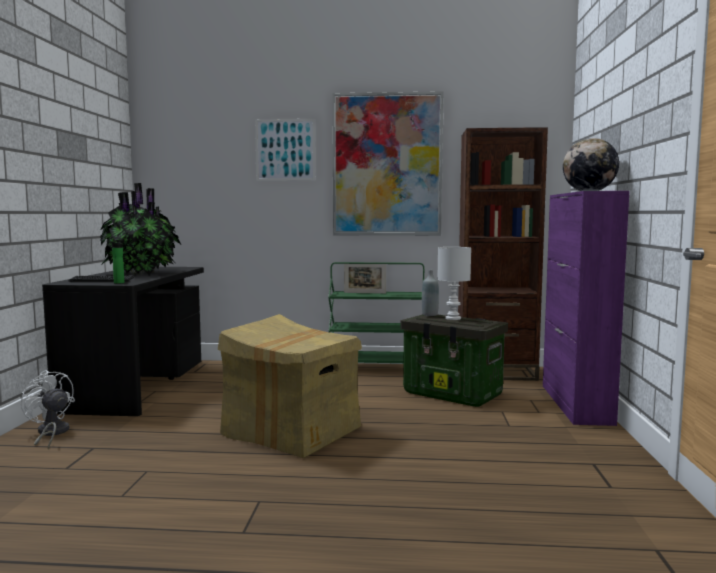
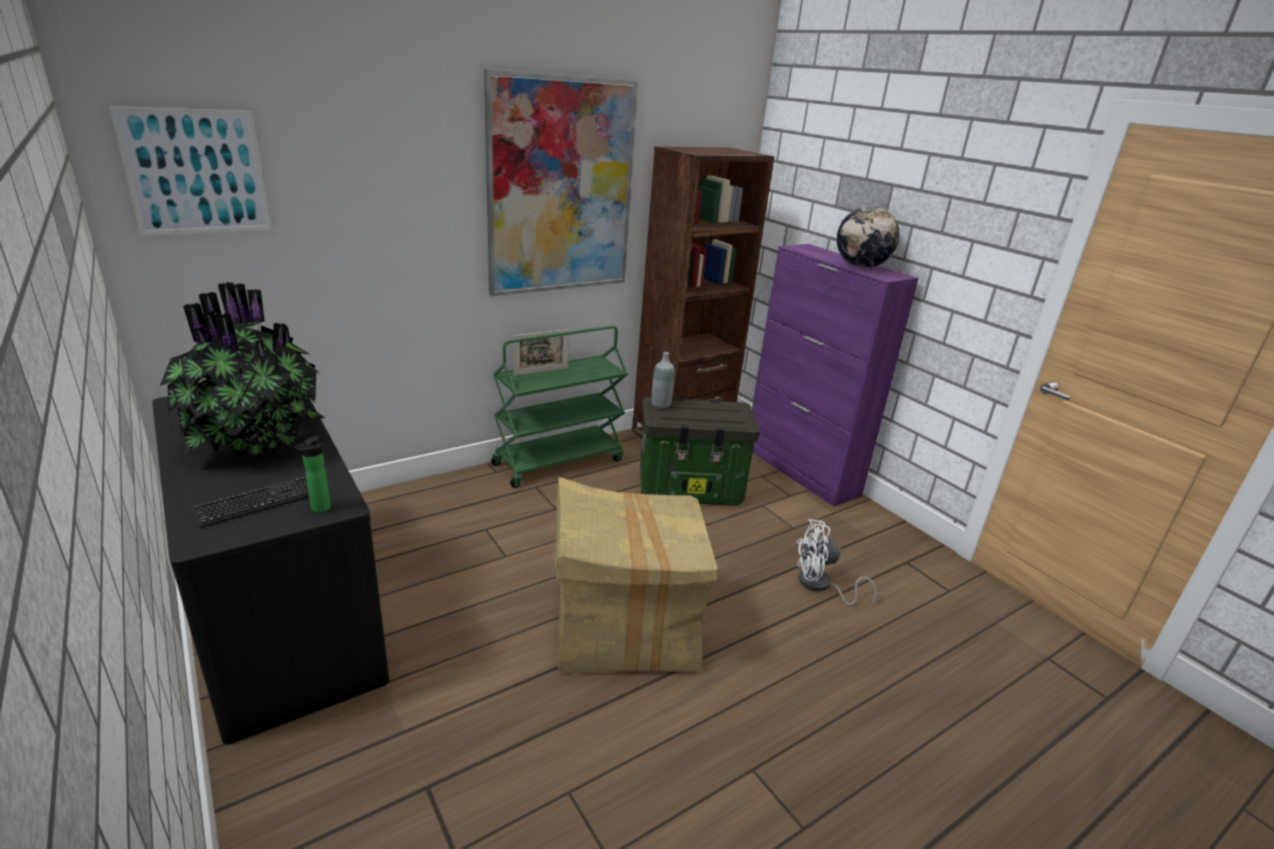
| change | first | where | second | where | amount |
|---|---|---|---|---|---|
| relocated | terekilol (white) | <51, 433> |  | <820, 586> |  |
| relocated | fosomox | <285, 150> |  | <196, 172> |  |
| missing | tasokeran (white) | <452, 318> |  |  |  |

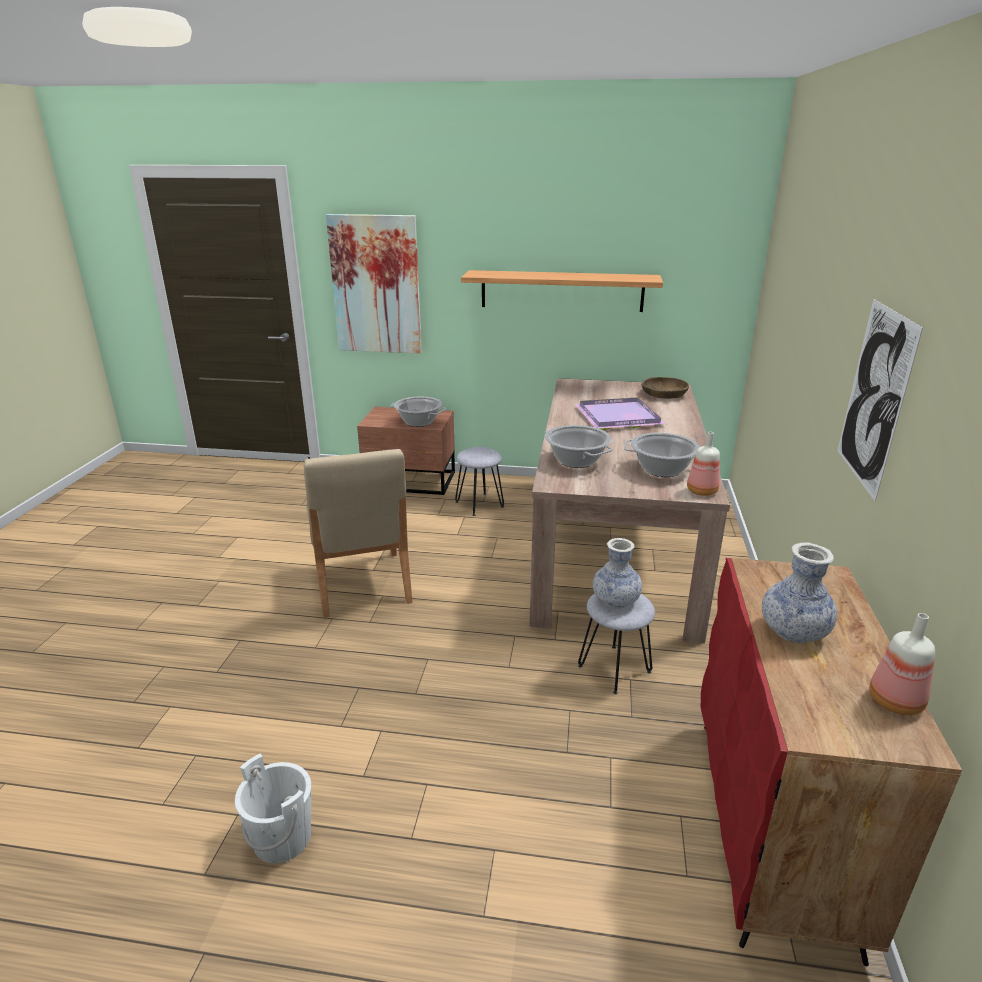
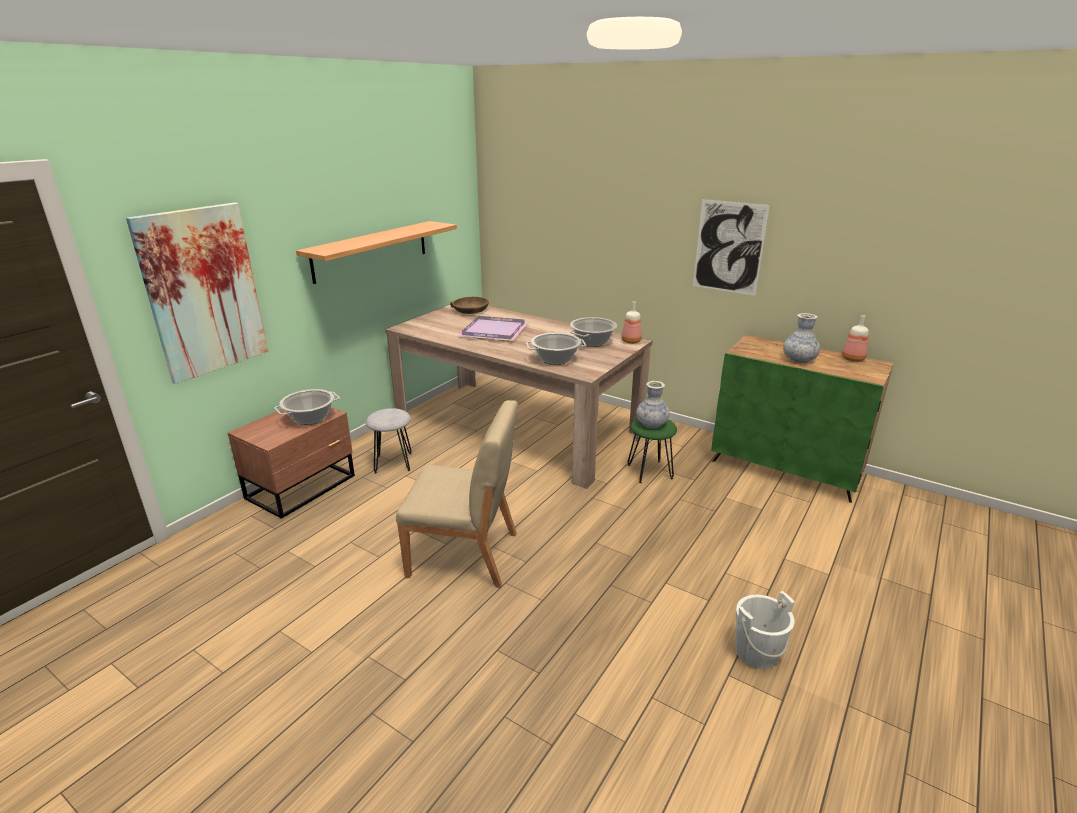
| change | first | where | second | where | amount |
|---|---|---|---|---|---|
| colour | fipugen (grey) | <614, 669> | fipugen (green) | <650, 472> |  |
| colour | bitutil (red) | <773, 827> | bitutil (green) | <786, 468> |  |

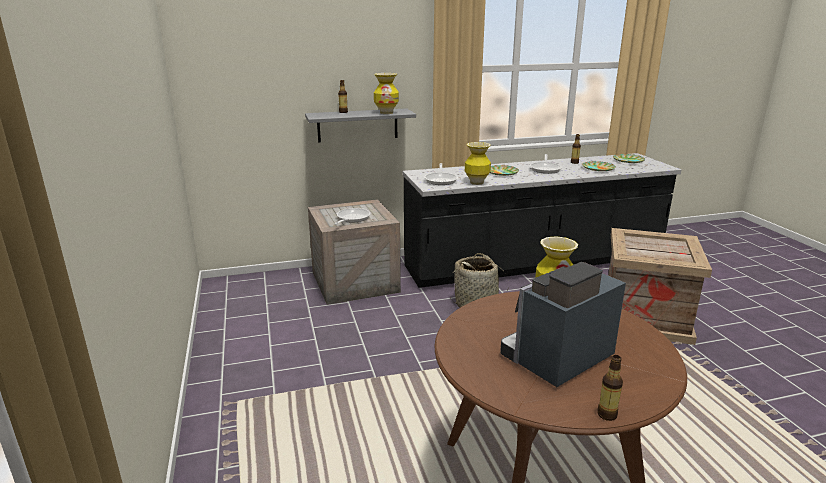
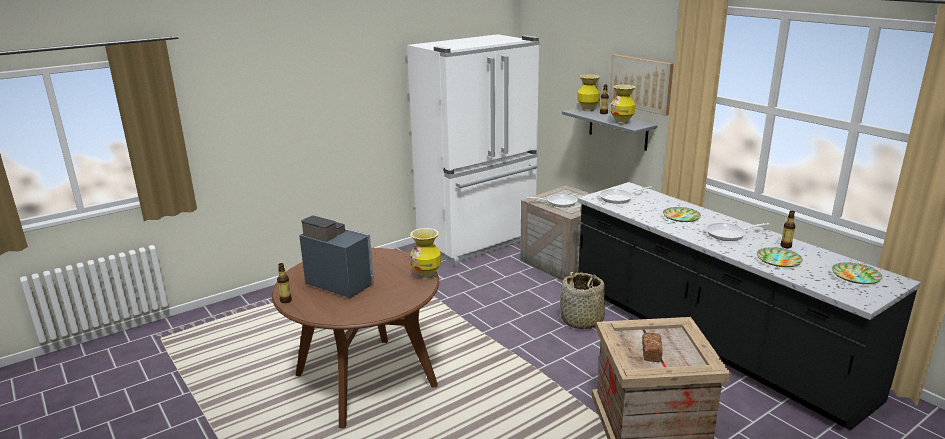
| change | first | where | second | where | amount |
|---|---|---|---|---|---|
| relocated | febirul | <476, 183> |  | <587, 110> |  |
| appeared |  |  | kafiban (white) | <479, 242> |  |
| appeared |  |  | fosomox | <641, 83> |  |
| appeared |  |  | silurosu | <651, 353> |  |

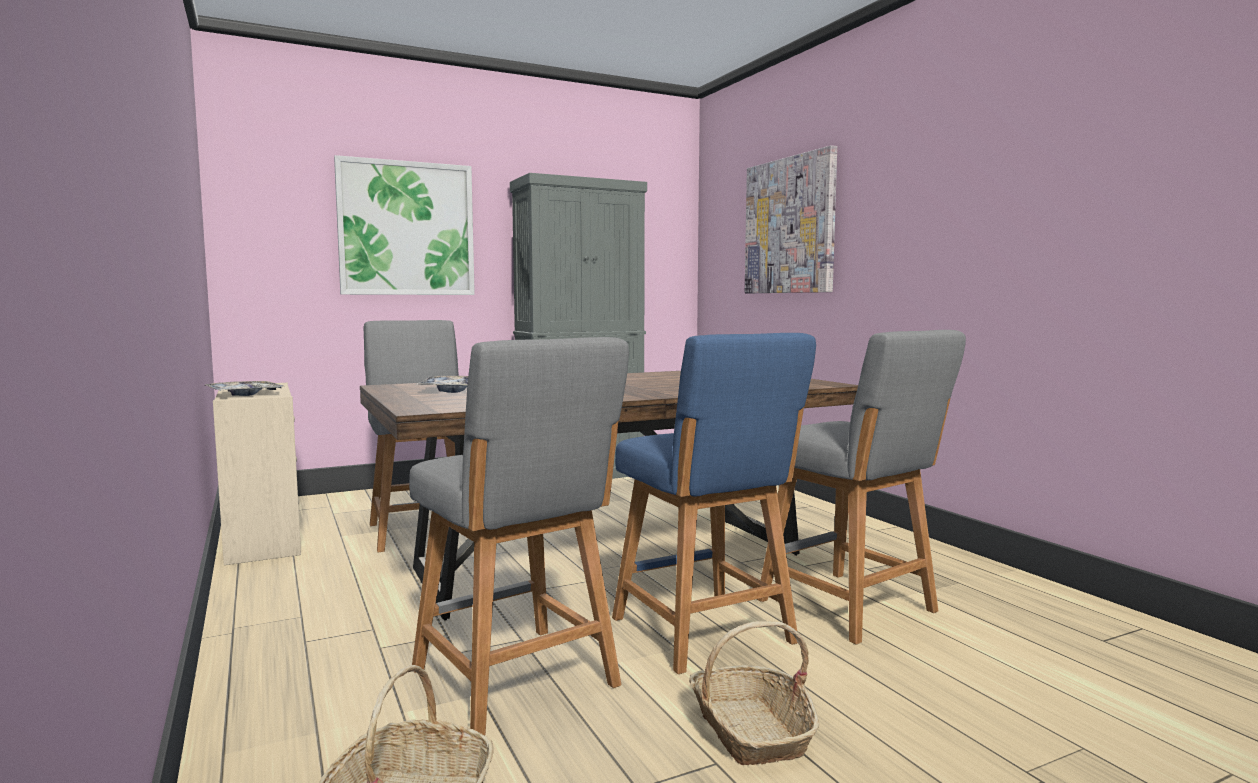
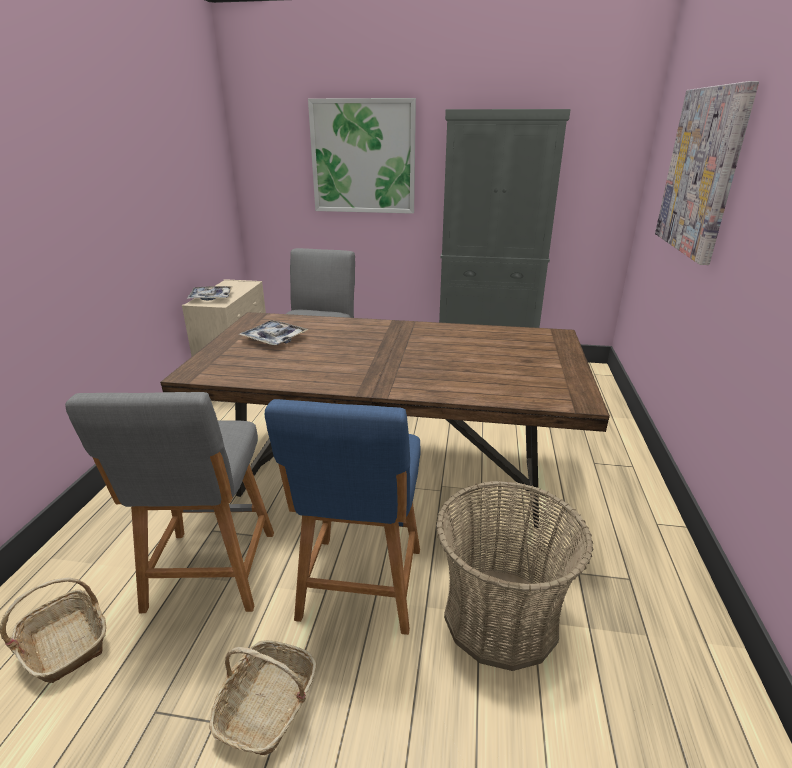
| change | first | where | second | where | amount |
|---|---|---|---|---|---|
| exchanged | fipugen (grey) | <853, 608> | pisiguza | <500, 617> |  |

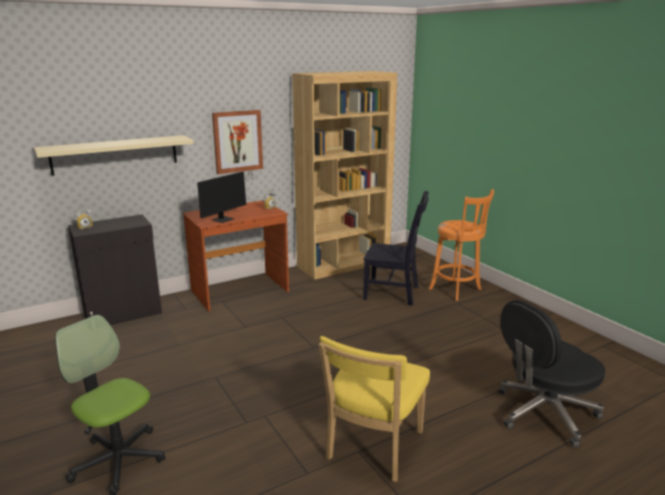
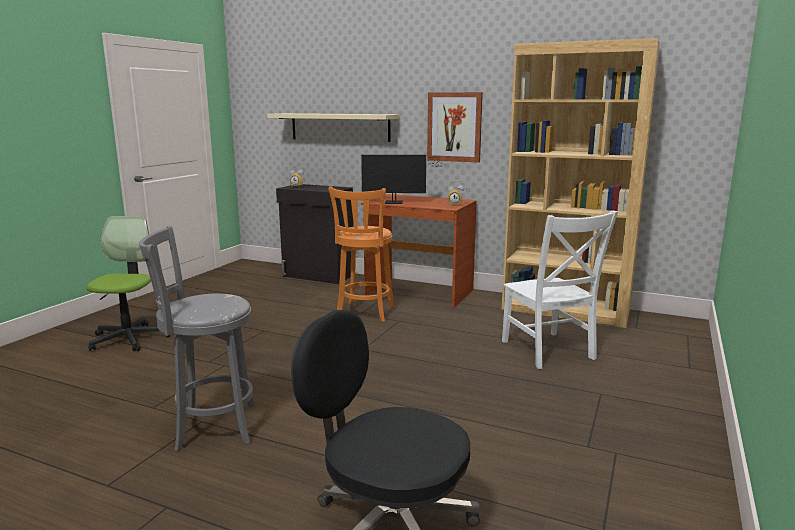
| change | first | where | second | where | amount |
|---|---|---|---|---|---|
| exchanged | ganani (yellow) | <372, 448> | fipugen (grey) | <211, 426> |  |
| colour | ganani (black) | <394, 293> | ganani (white) | <549, 351> |  |
| relocated | fipugen (orange) | <457, 290> |  | <364, 313> |  |

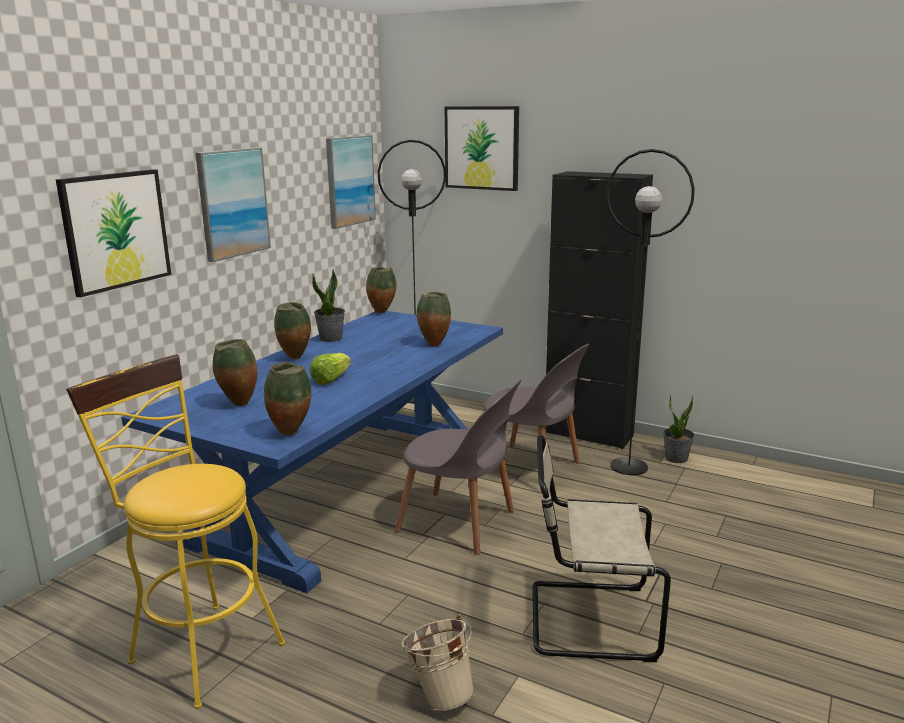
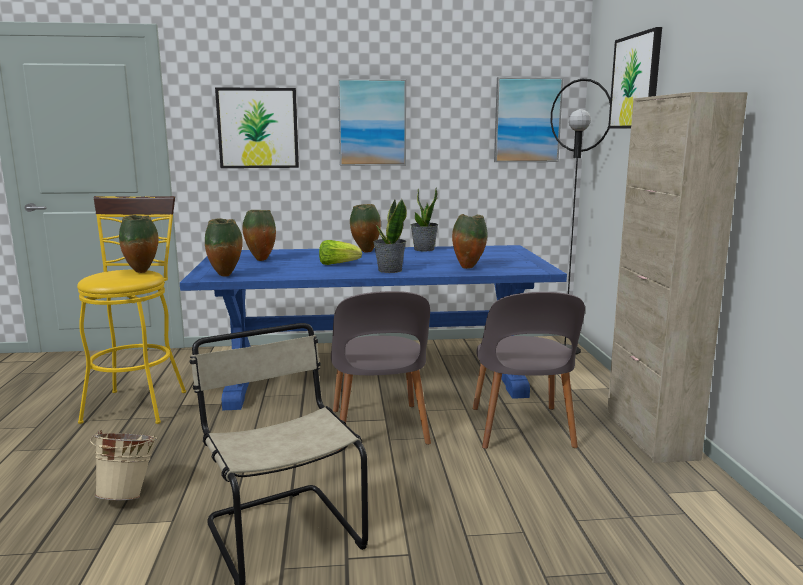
| change | first | where | second | where | amount |
|---|---|---|---|---|---|
| relocated | febirul | <382, 312> |  | <142, 272> |  |
| colour | bitutil (black) | <588, 434> | bitutil (beige) | <650, 436> |  |
| missing | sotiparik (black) | <629, 466> |  |  |  |
| relocated | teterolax | <676, 458> |  | <389, 270> |  |

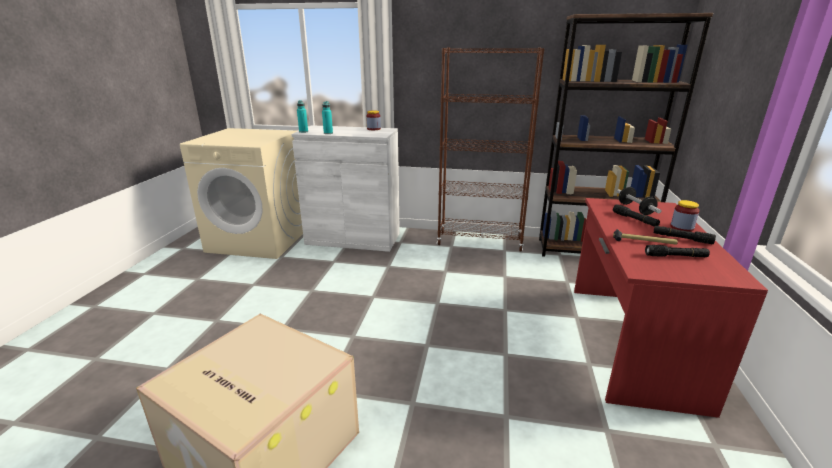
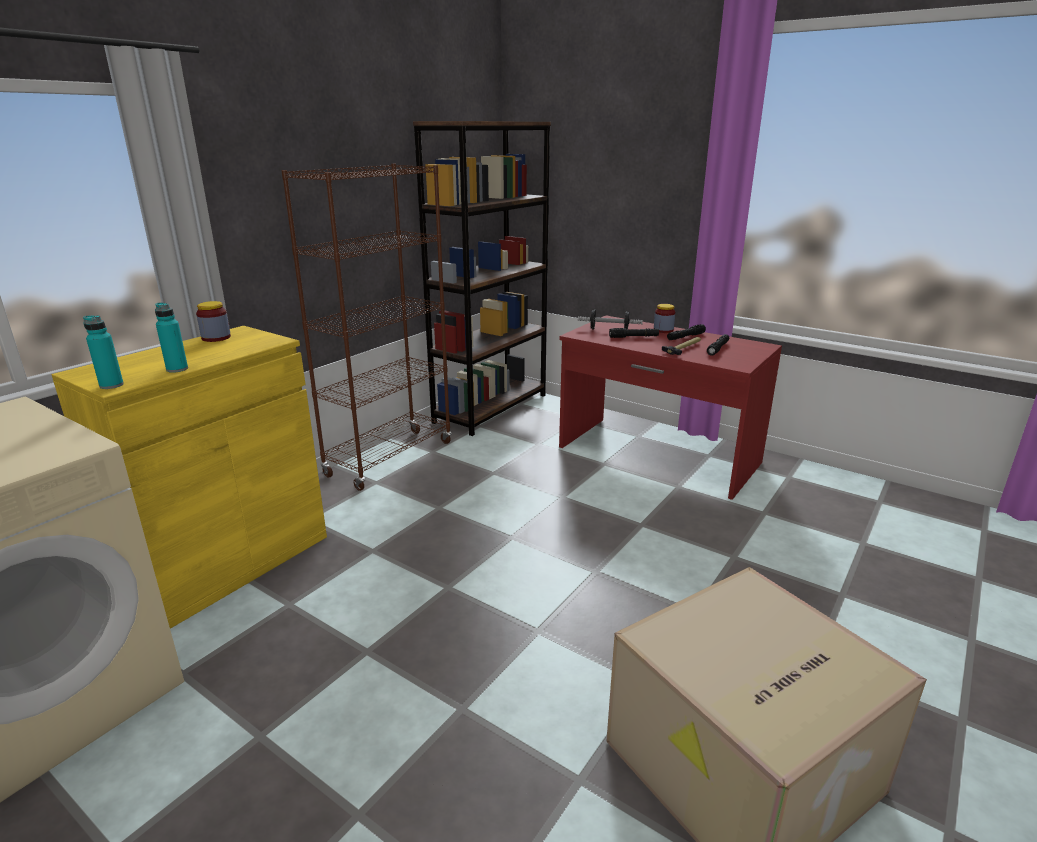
| change | first | where | second | where | amount |
|---|---|---|---|---|---|
| colour | bitutil (white) | <353, 239> | bitutil (yellow) | <229, 563> |  |

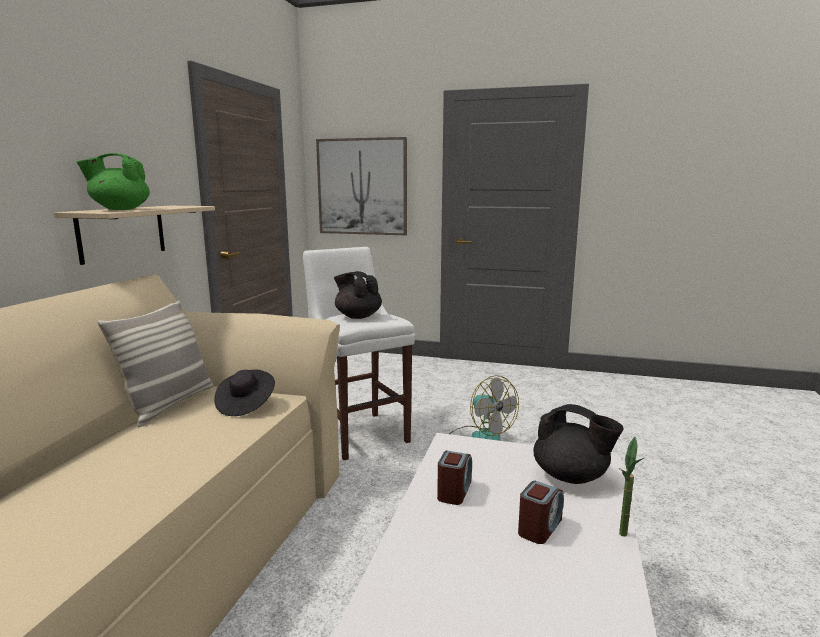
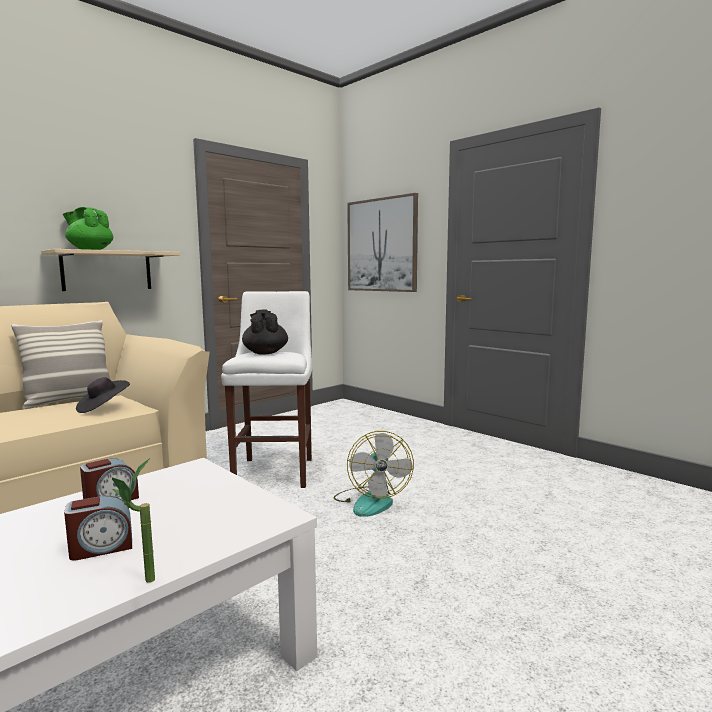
| change | first | where | second | where | amount |
|---|---|---|---|---|---|
| missing | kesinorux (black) | <571, 476> |  |  |  |

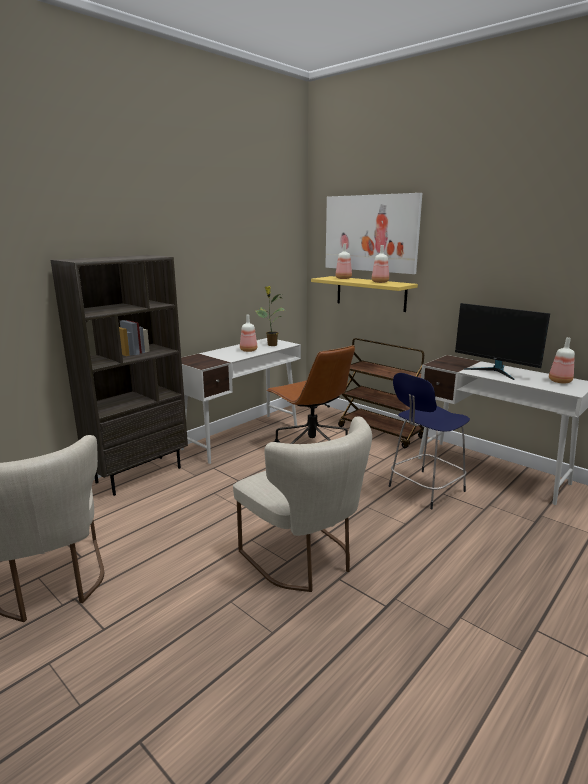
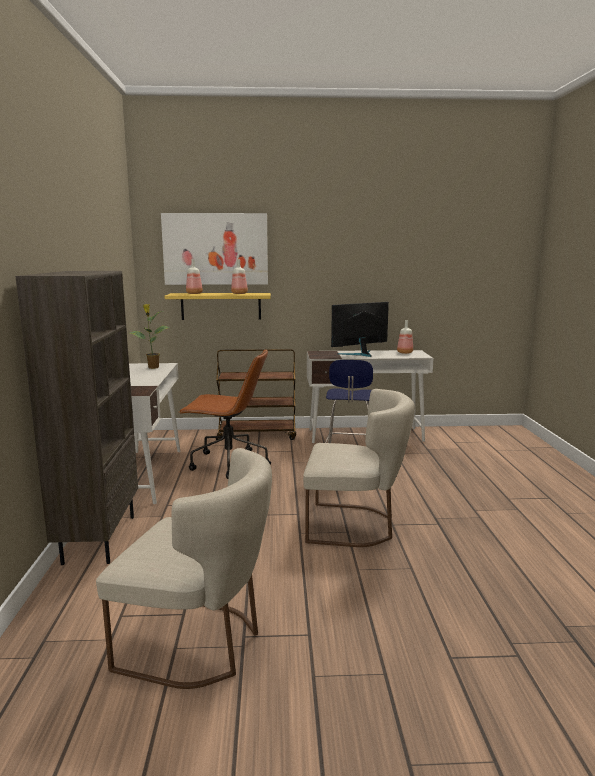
| change | first | where | second | where | amount |
|---|---|---|---|---|---|
| missing | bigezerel | <248, 350> |  |  |  |
| spun | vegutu | <495, 371> |  | <360, 354> | 150 degrees clockwise |

